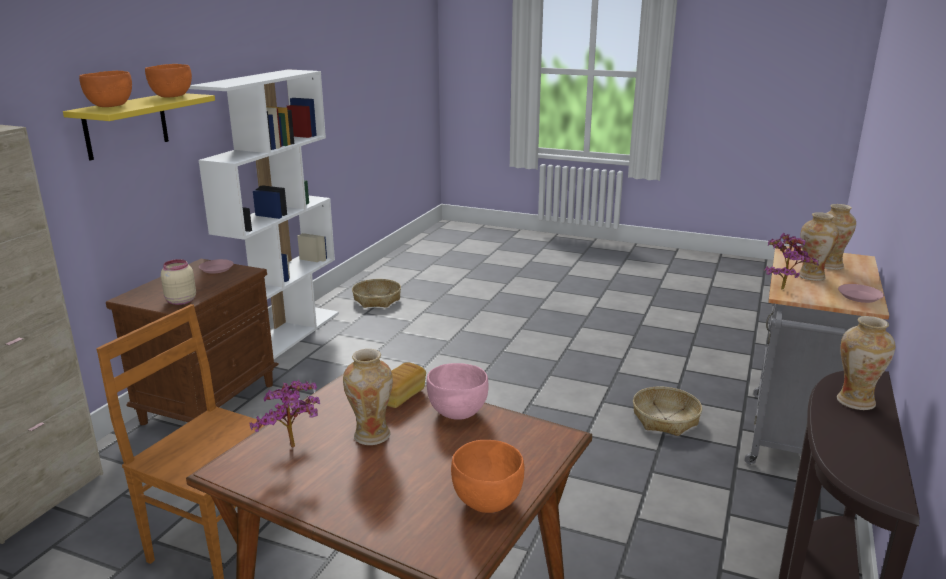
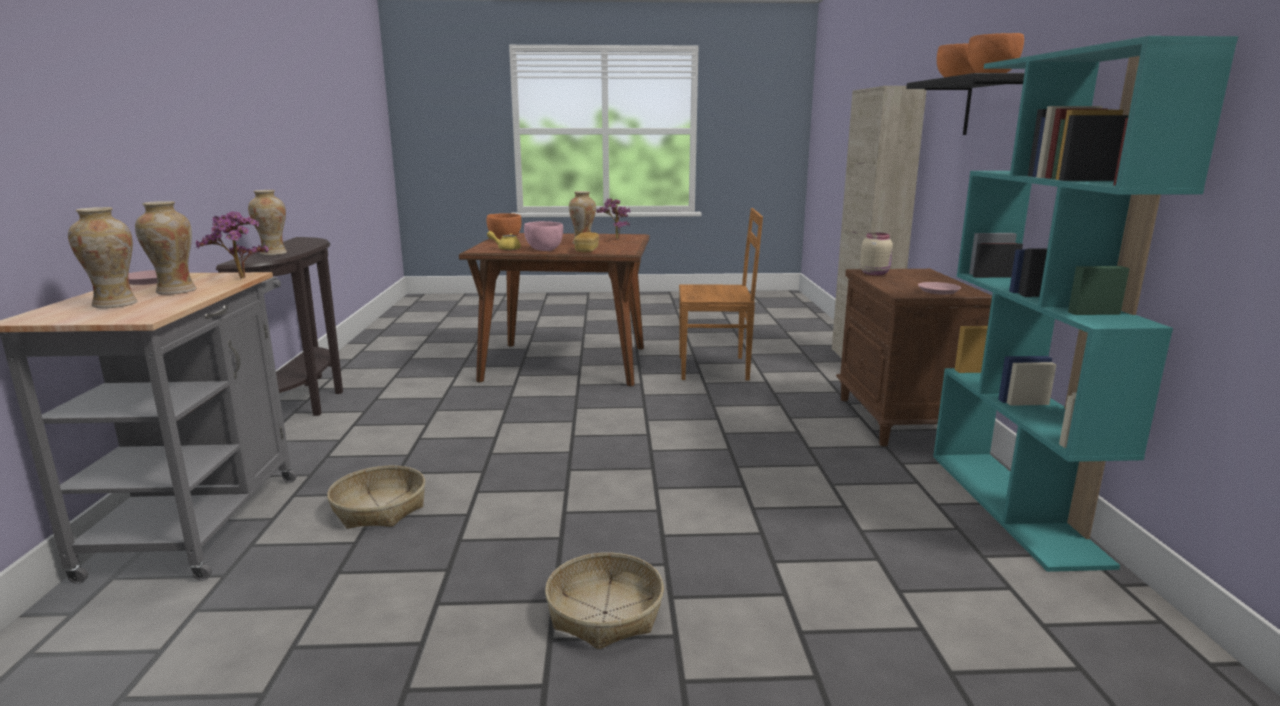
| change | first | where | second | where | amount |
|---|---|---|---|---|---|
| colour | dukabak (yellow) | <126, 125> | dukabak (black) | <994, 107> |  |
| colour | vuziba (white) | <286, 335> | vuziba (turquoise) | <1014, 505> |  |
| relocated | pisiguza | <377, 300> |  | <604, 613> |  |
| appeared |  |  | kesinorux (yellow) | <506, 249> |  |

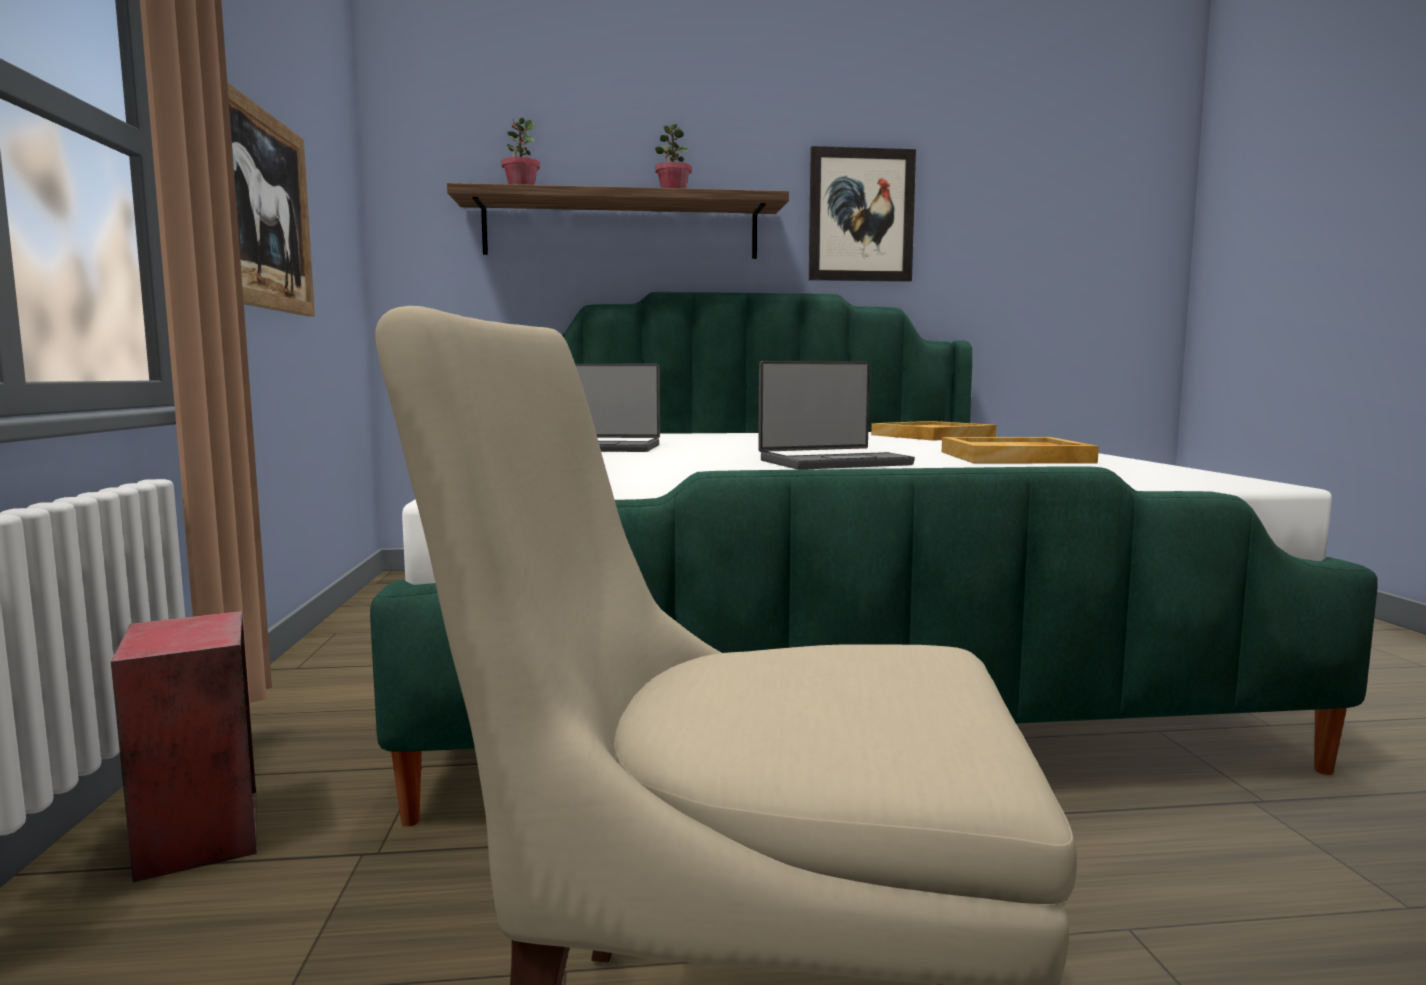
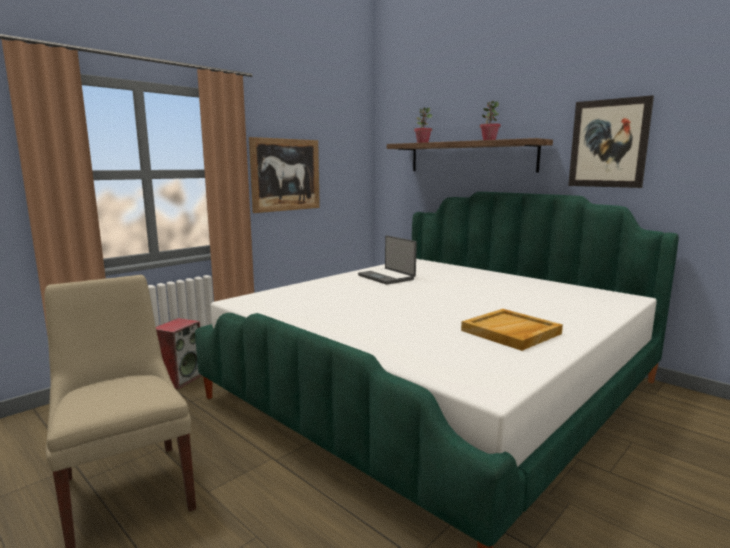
| change | first | where | second | where | amount |
|---|---|---|---|---|---|
| missing | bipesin | <833, 462> |  |  |  |
| missing | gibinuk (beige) | <932, 436> |  |  |  |

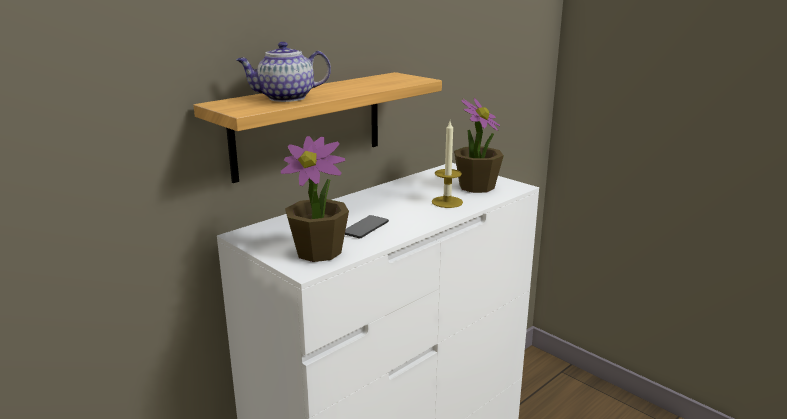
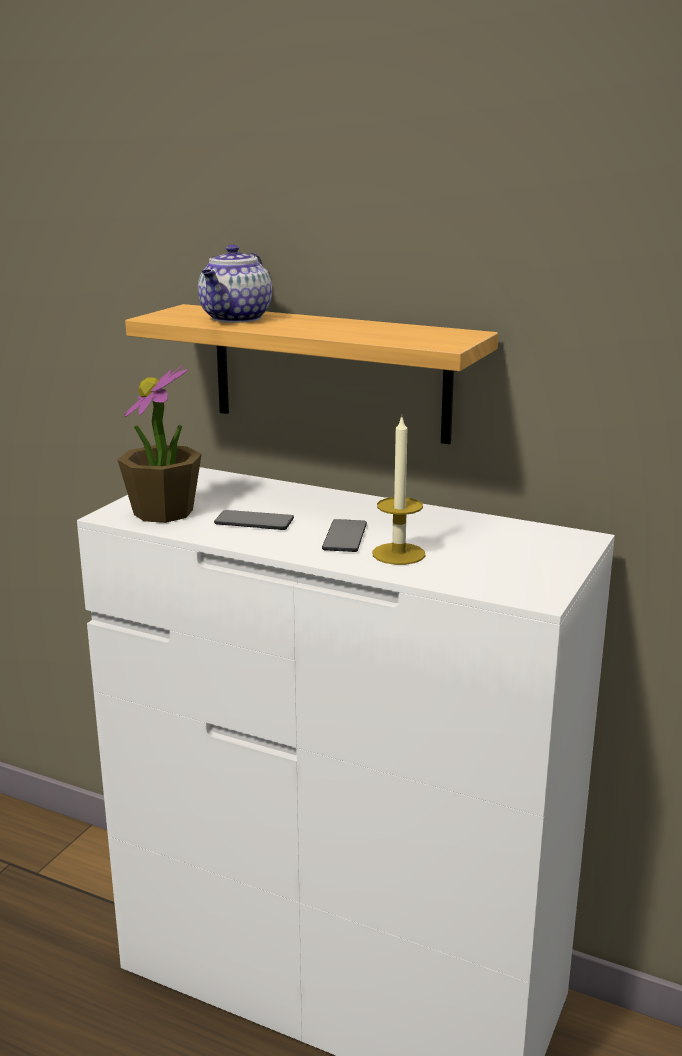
| change | first | where | second | where | amount |
|---|---|---|---|---|---|
| spun | kesinorux | <285, 98> |  | <236, 319> | 120 degrees counterclockwise |
| missing | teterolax | <476, 186> |  |  |  |
| appeared |  |  | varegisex | <345, 537> |  |

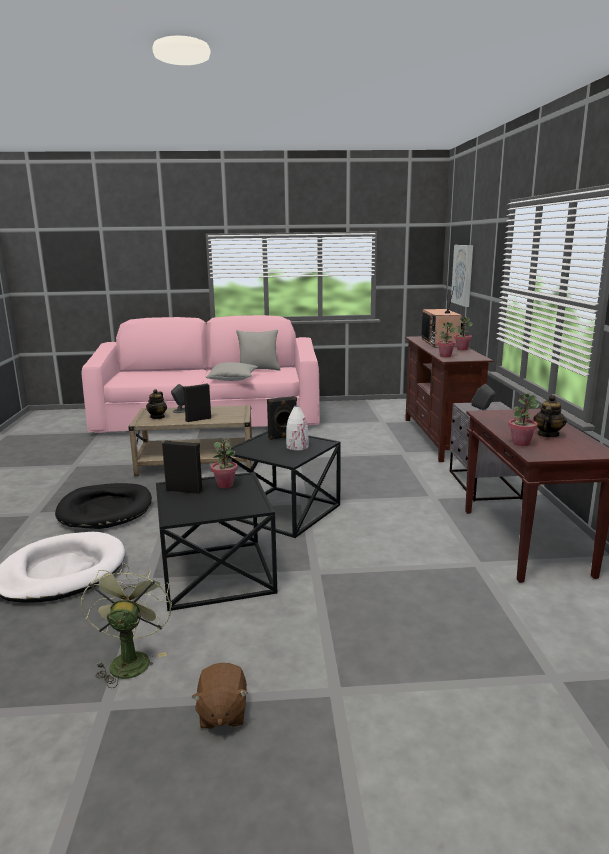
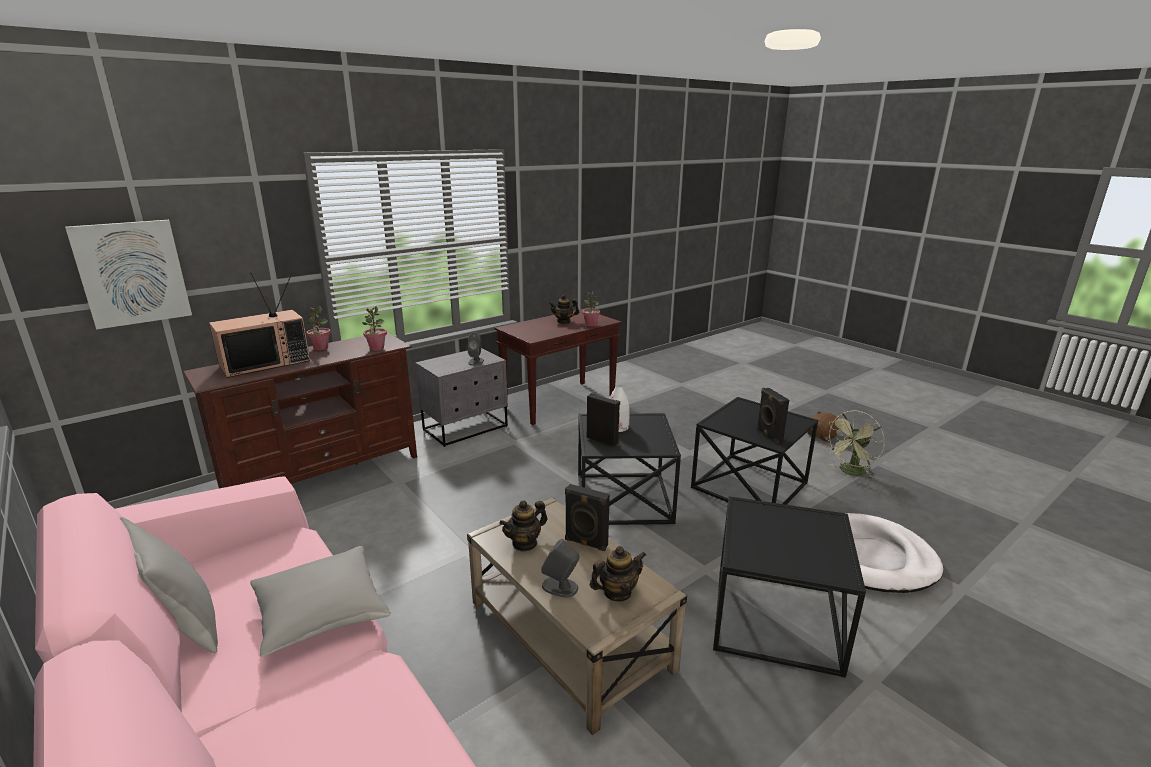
| change | first | where | second | where | amount |
|---|---|---|---|---|---|
| exchanged | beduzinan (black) | <106, 510> | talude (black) | <775, 619> |  |
| missing | teterolax | <225, 485> |  |  |  |
| appeared |  |  | kesinorux | <524, 543> |  |

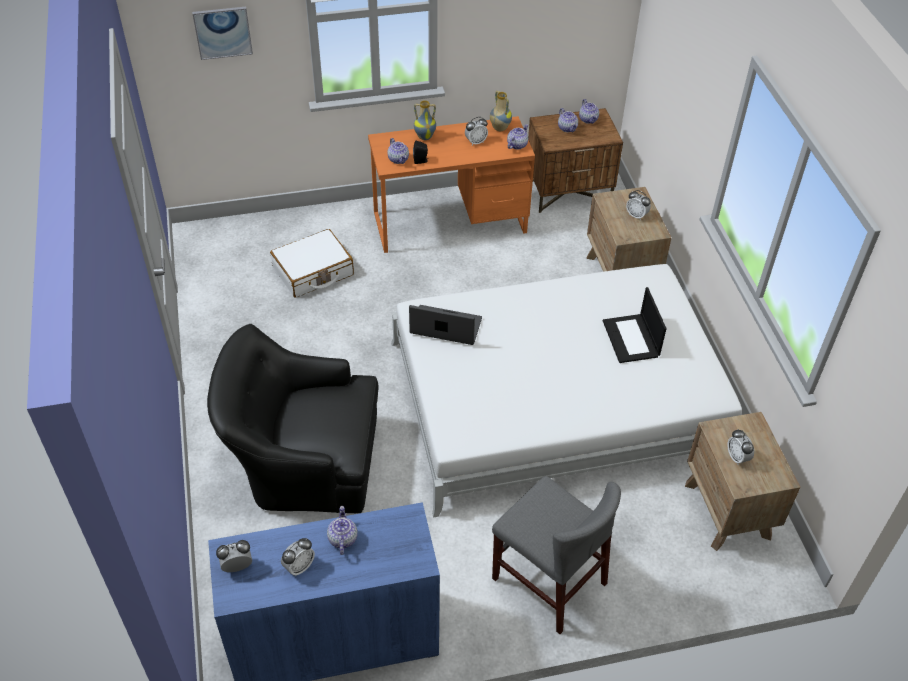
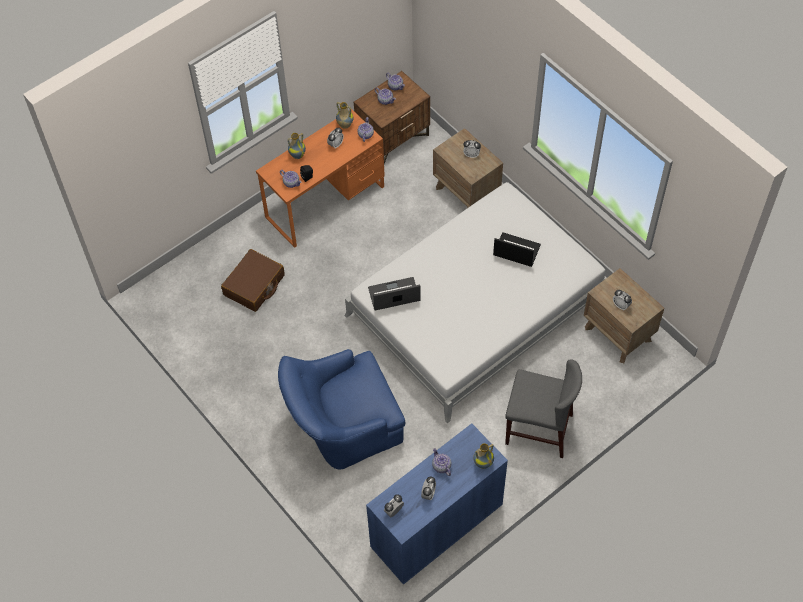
| change | first | where | second | where | amount |
|---|---|---|---|---|---|
| missing | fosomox | <223, 32> |  |  |  |
| colour | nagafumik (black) | <303, 461> | nagafumik (blue) | <342, 426> |  |
| colour | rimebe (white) | <313, 272> | rimebe (brown) | <254, 285> |  |
| spun | bipesin | <631, 339> |  | <516, 250> | 150 degrees clockwise |
| appeared |  |  | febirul | <483, 463> |  |

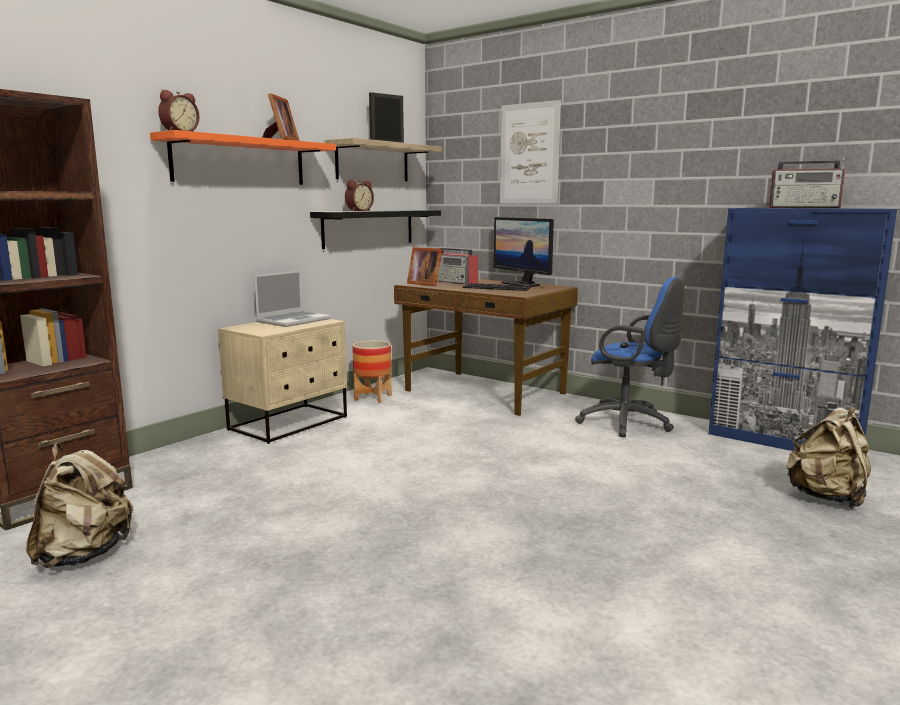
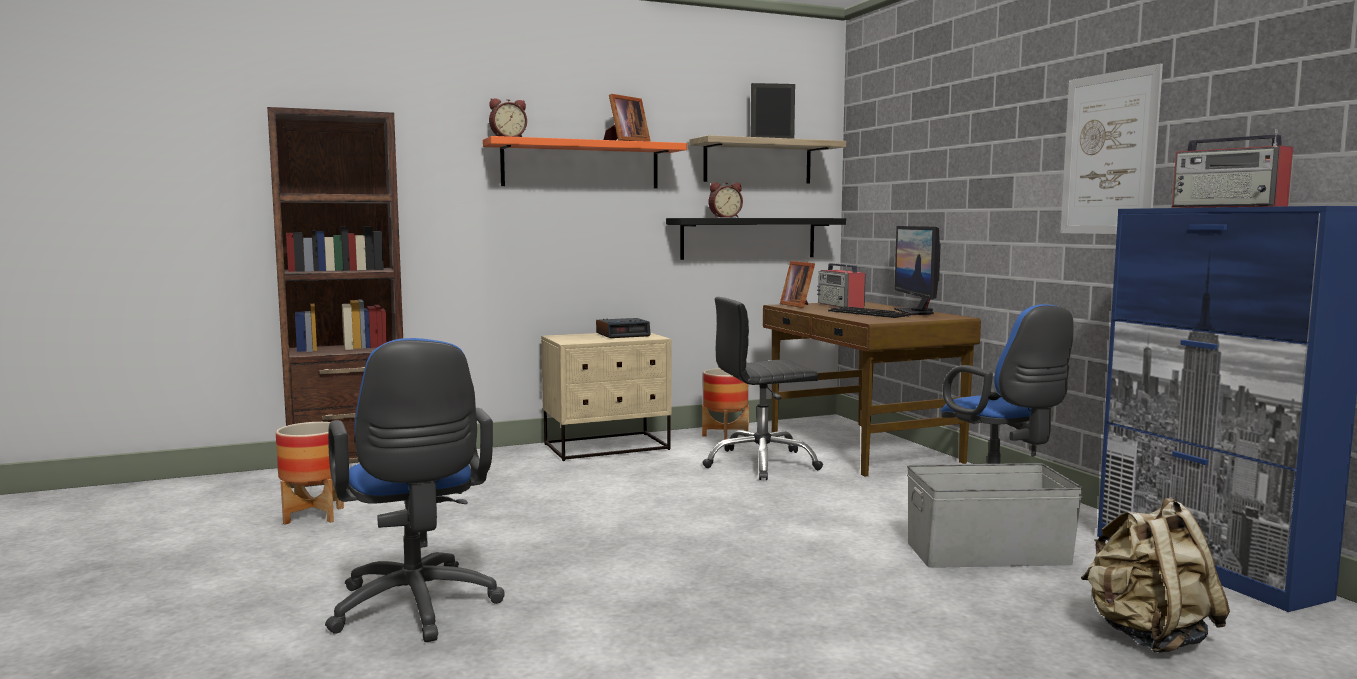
| change | first | where | second | where | amount |
|---|---|---|---|---|---|
| exchanged | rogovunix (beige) | <85, 555> | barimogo | <314, 515> |  |
| exchanged | bipesin | <293, 320> | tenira | <623, 334> |  |
| relocated | fosomox | <529, 154> |  | <1109, 154> |  |
| appeared |  |  | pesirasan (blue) | <416, 610> |  |
| appeared |  |  | pesirasan (black) | <761, 463> |  |
| appeared |  |  | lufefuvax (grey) | <988, 553> |  |

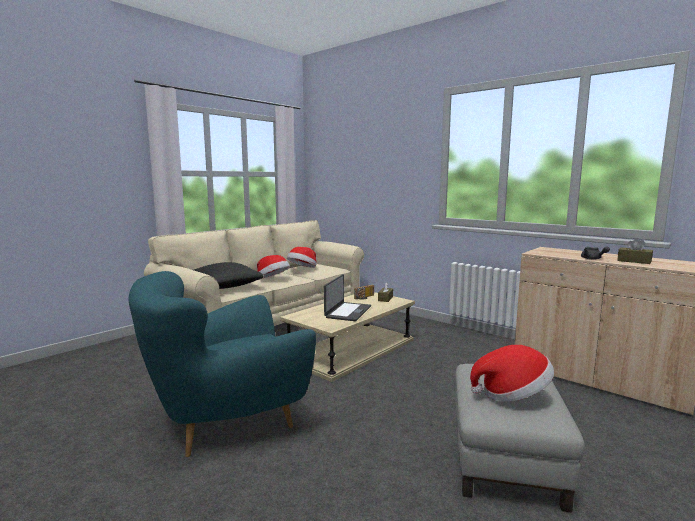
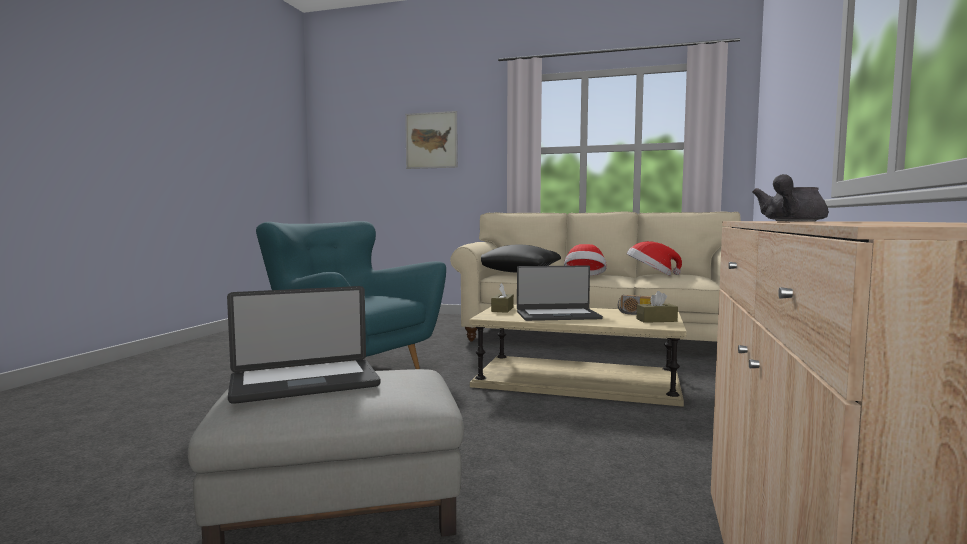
| change | first | where | second | where | amount |
|---|---|---|---|---|---|
| exchanged | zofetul | <512, 395> | bipesin | <304, 383> |  |
| relocated | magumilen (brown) | <634, 261> |  | <502, 309> |  |
| appeared |  |  | fosomox | <431, 140> |  |

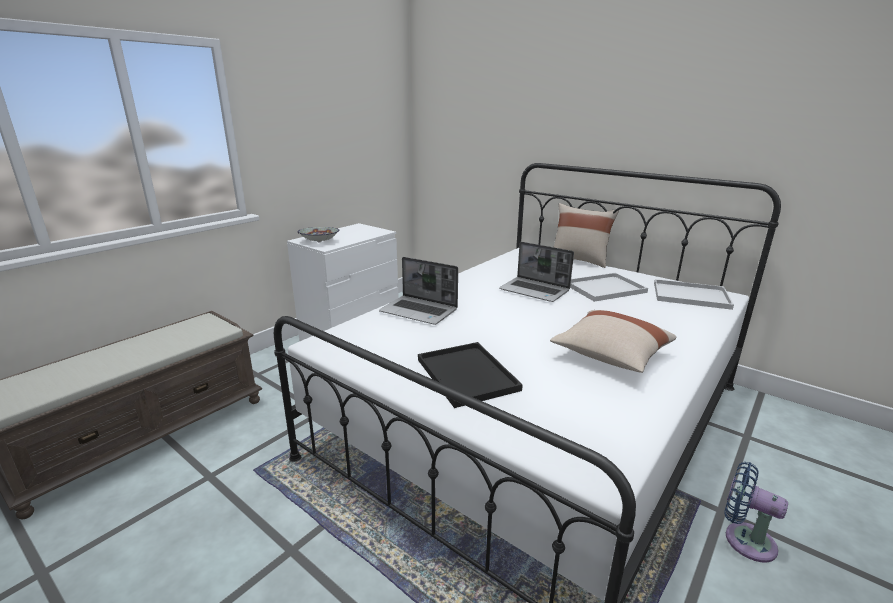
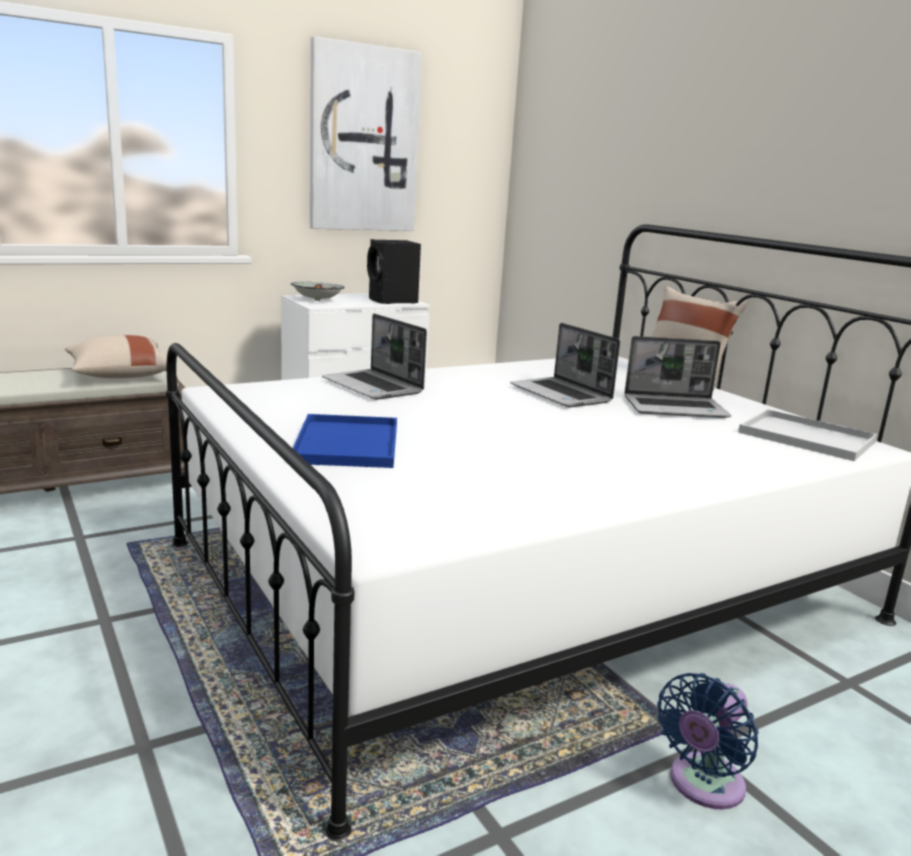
| change | first | where | second | where | amount |
|---|---|---|---|---|---|
| colour | gibinuk (black) | <465, 374> | gibinuk (blue) | <346, 442> |  |
| relocated | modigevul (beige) | <610, 356> |  | <119, 375> |  |
| exchanged | gibinuk (white) | <605, 288> | bipesin | <676, 408> |  |
| spun | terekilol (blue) | <744, 539> |  | <702, 786> | 105 degrees counterclockwise |
| appeared |  |  | fosomox | <363, 140> |  |
| appeared |  |  | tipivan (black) | <393, 301> |  |

